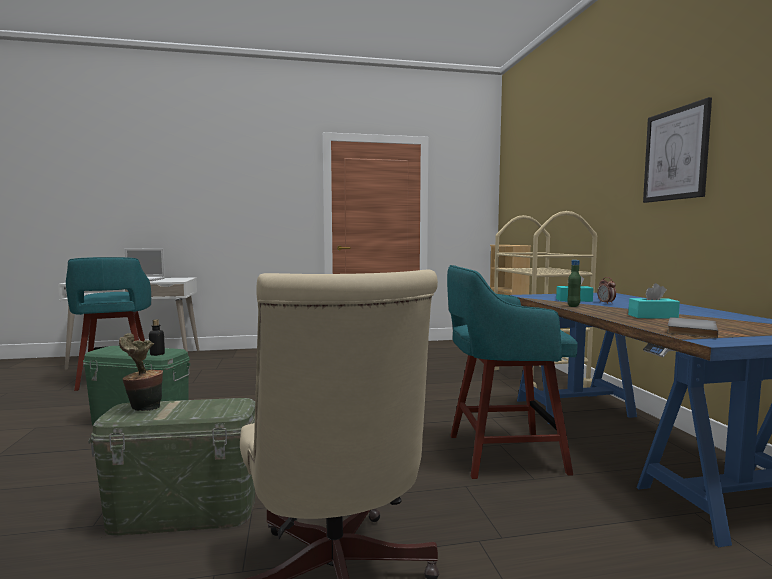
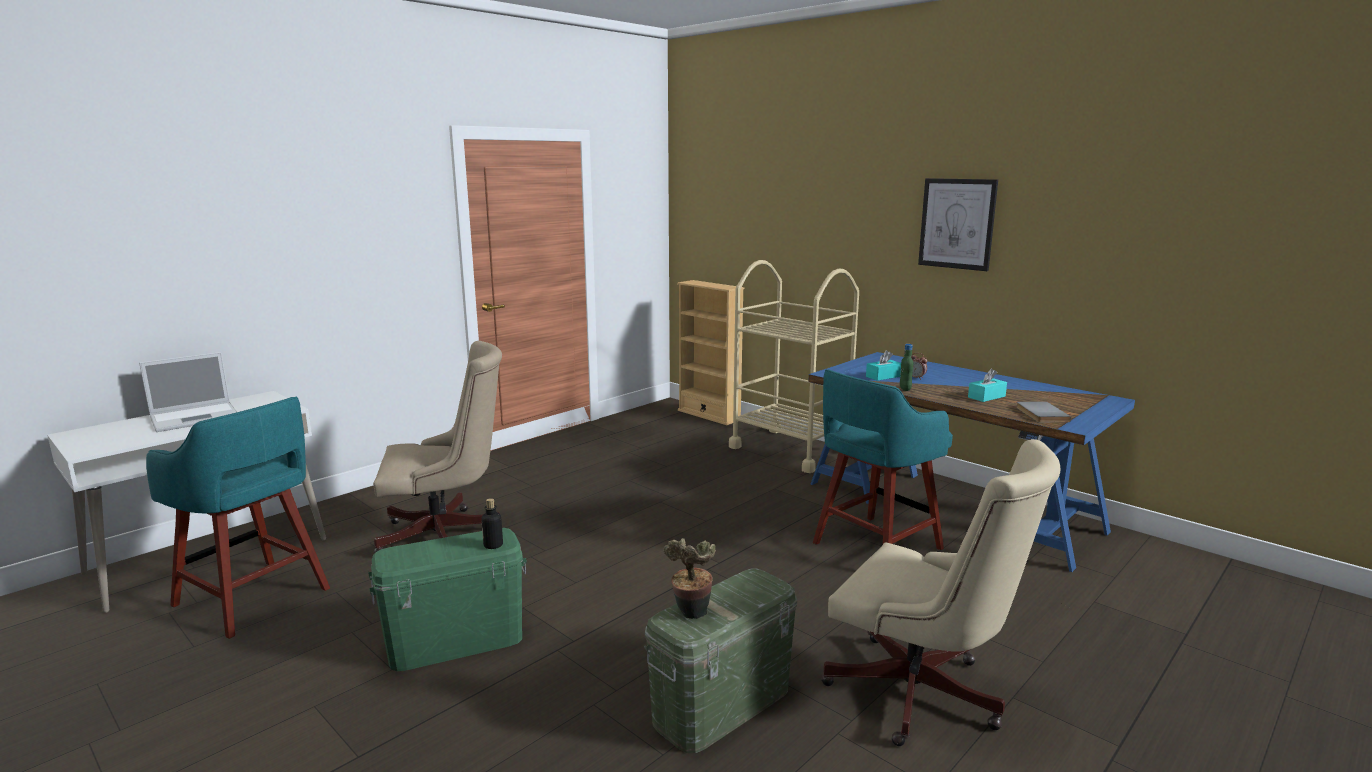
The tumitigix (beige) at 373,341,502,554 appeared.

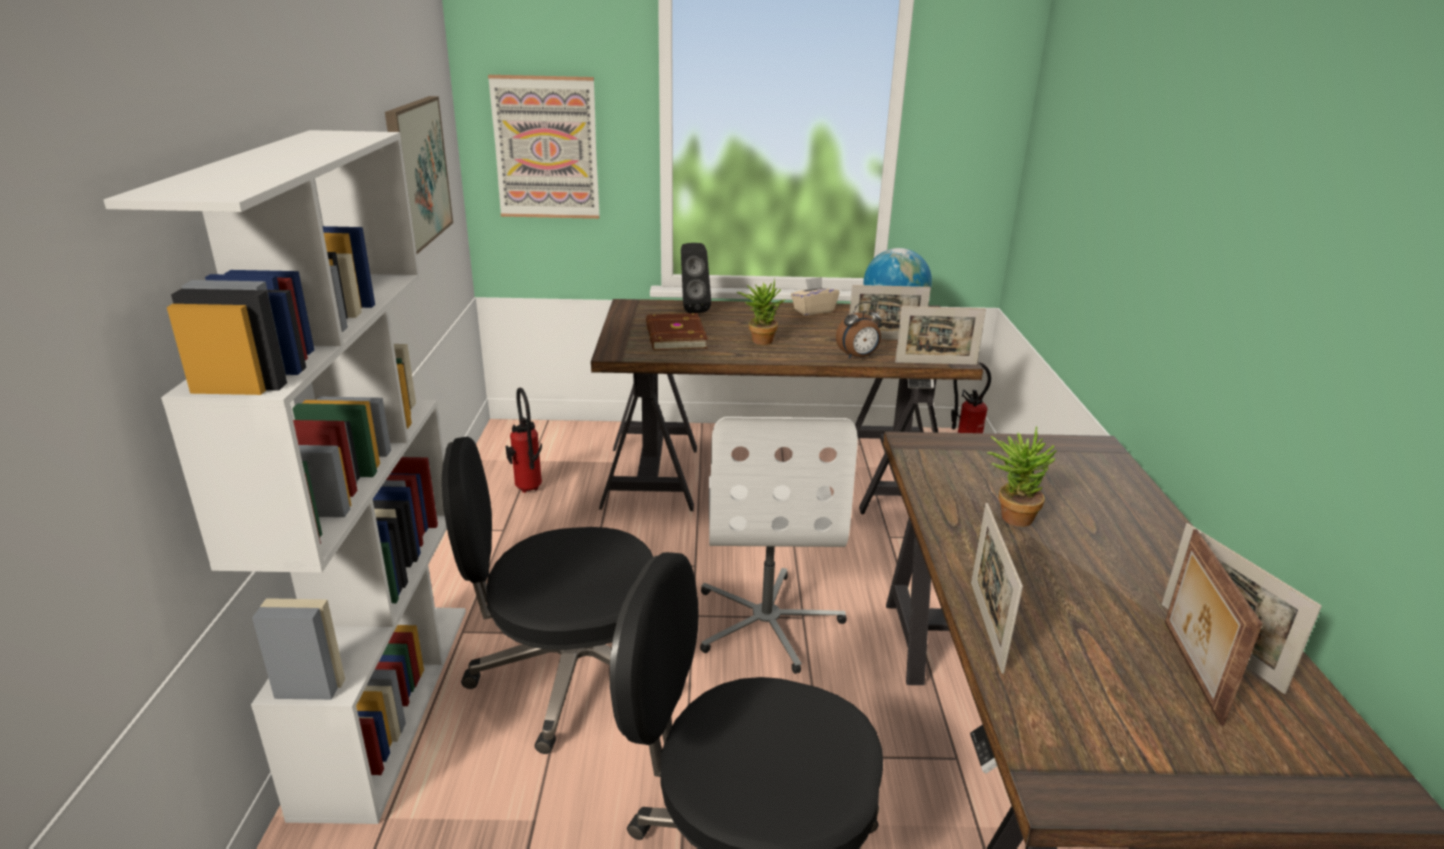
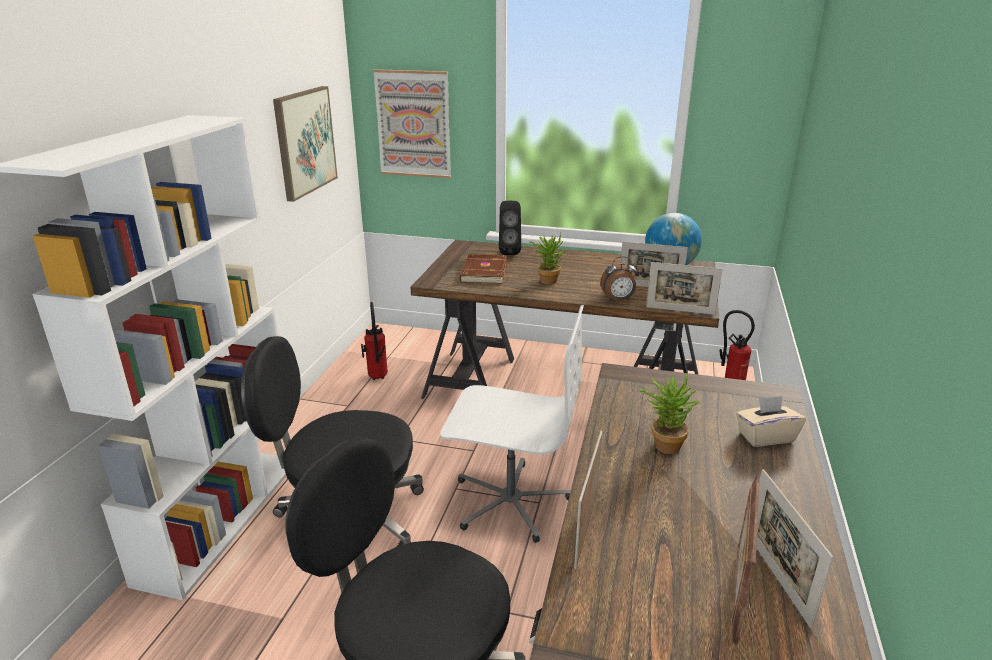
The tumitigix (white) at 700,417,858,674 turned 90 degrees counterclockwise. The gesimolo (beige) moved from 791,277,840,316 to 736,396,806,447.

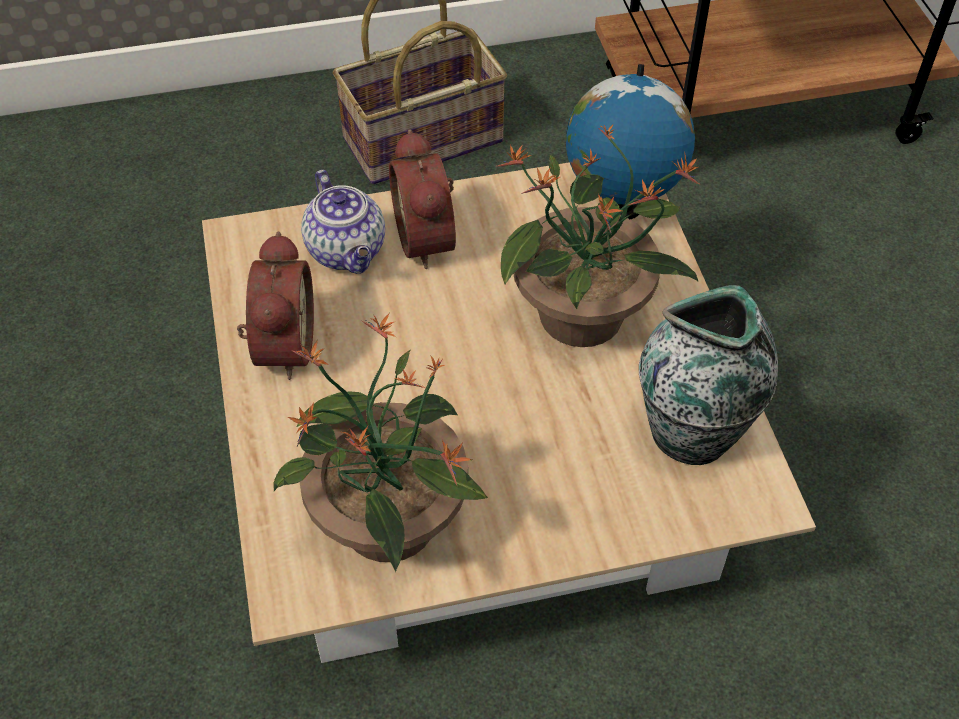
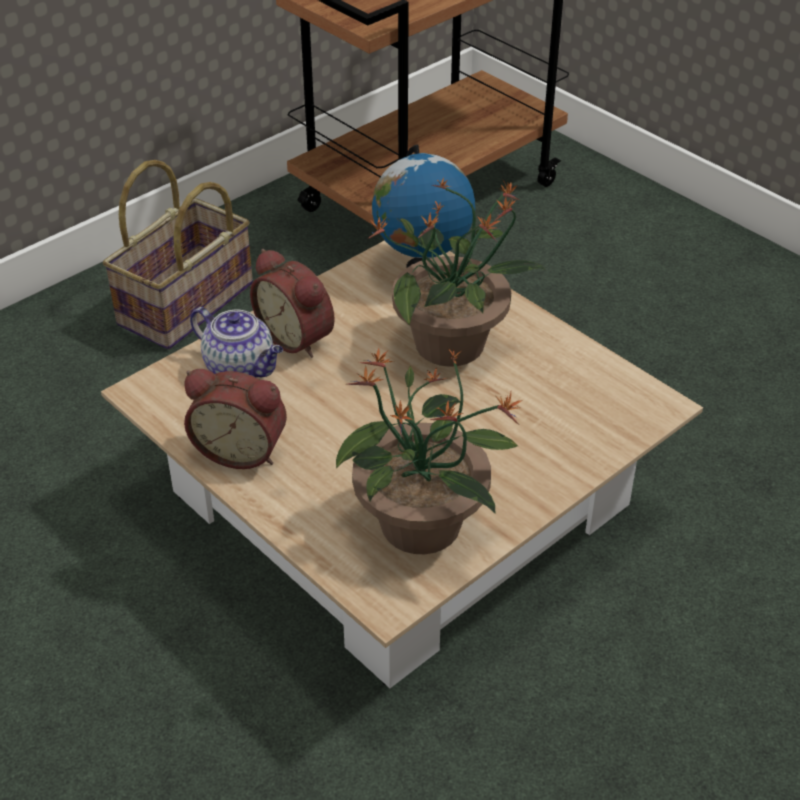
The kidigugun at 237,232,314,380 turned 135 degrees clockwise. The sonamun at 639,285,778,465 disappeared.

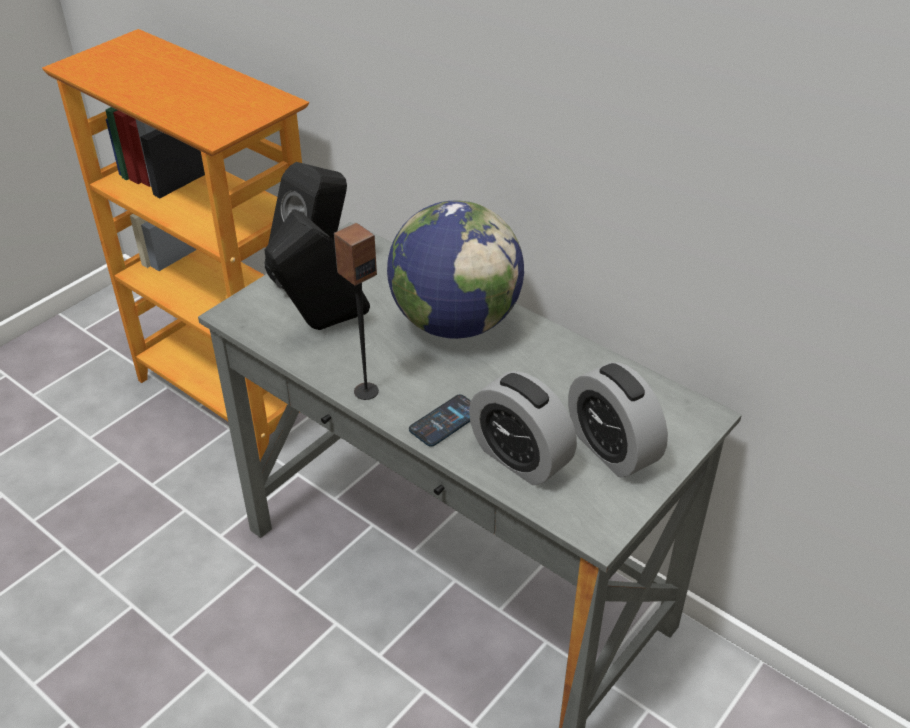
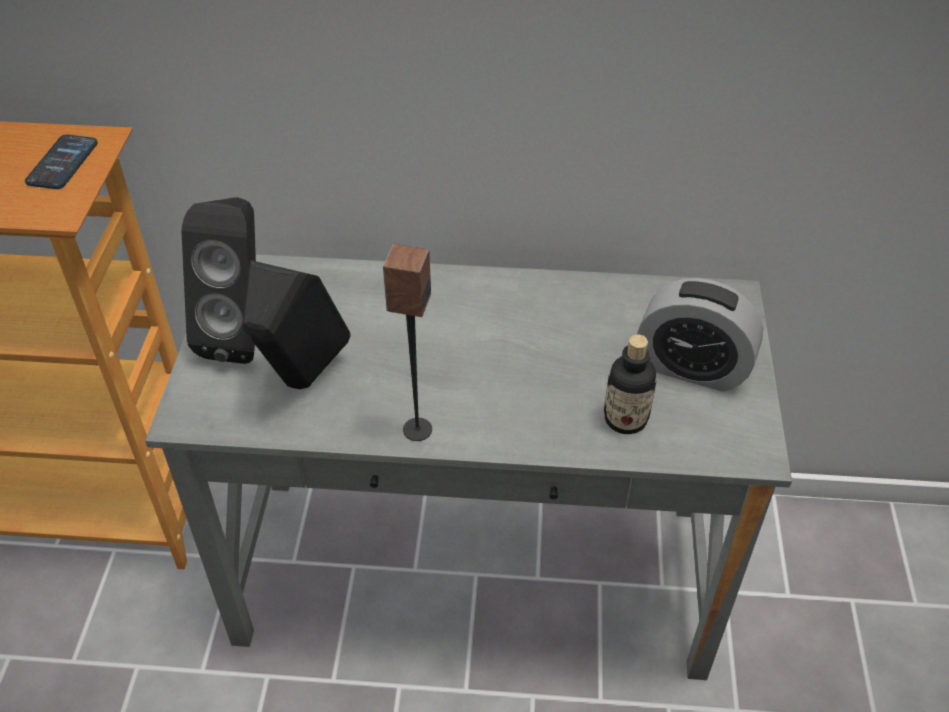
The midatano at 387,200,524,339 disappeared. The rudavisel moved from 409,394,471,447 to 25,135,98,189. The kidigugun at 469,371,577,485 was replaced by the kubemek at 604,334,657,434.

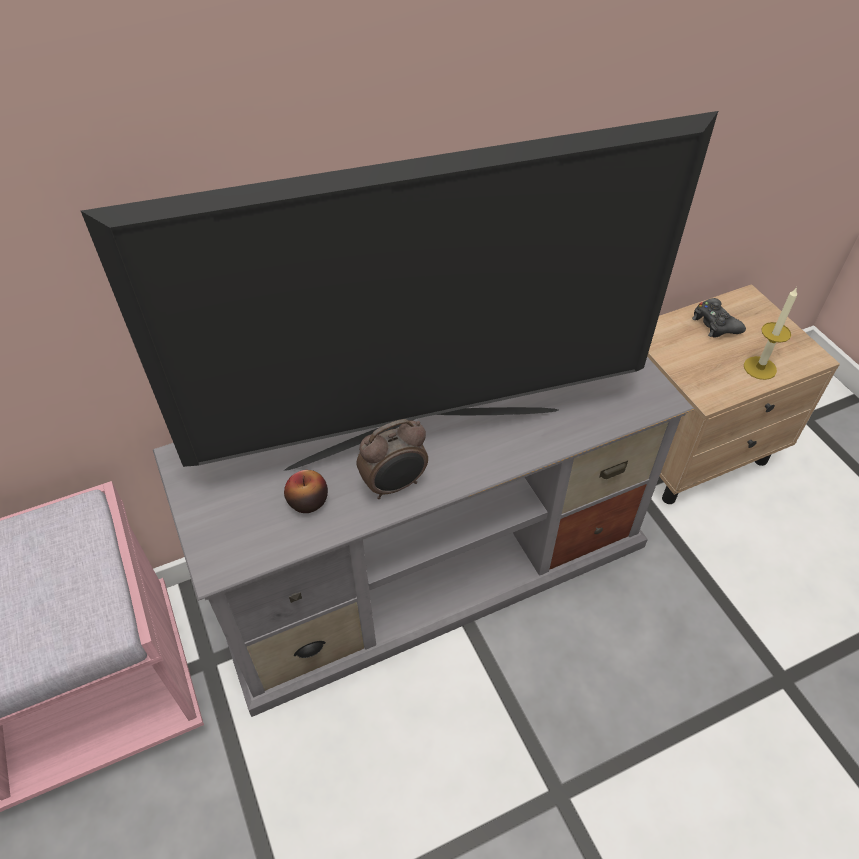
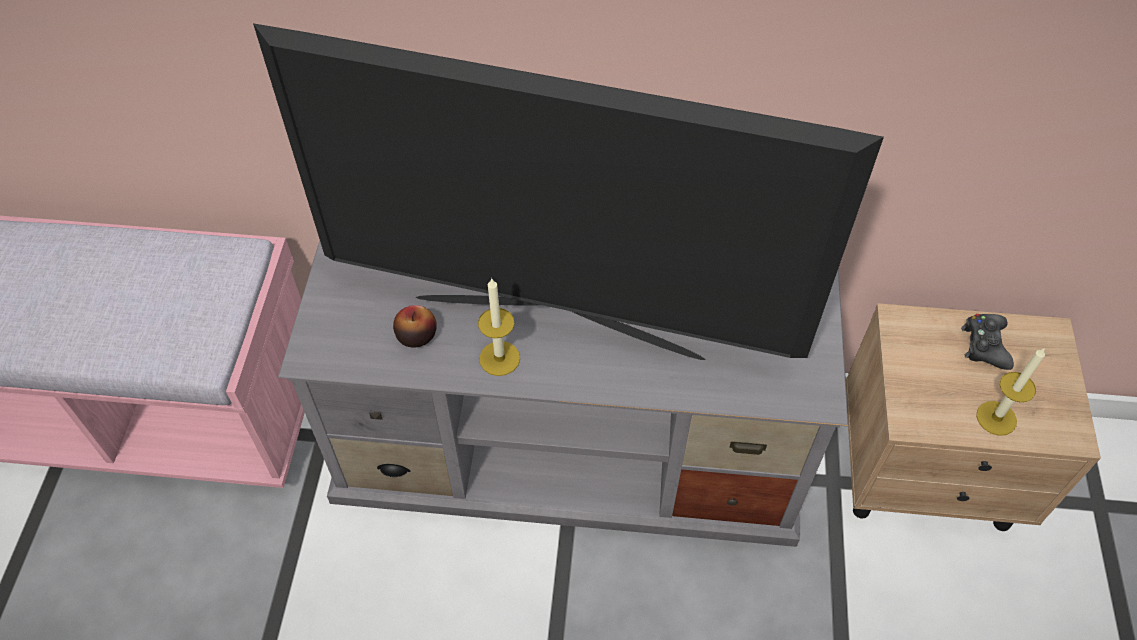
The kidigugun at 357,419,428,499 was replaced by the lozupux at 478,279,520,376.

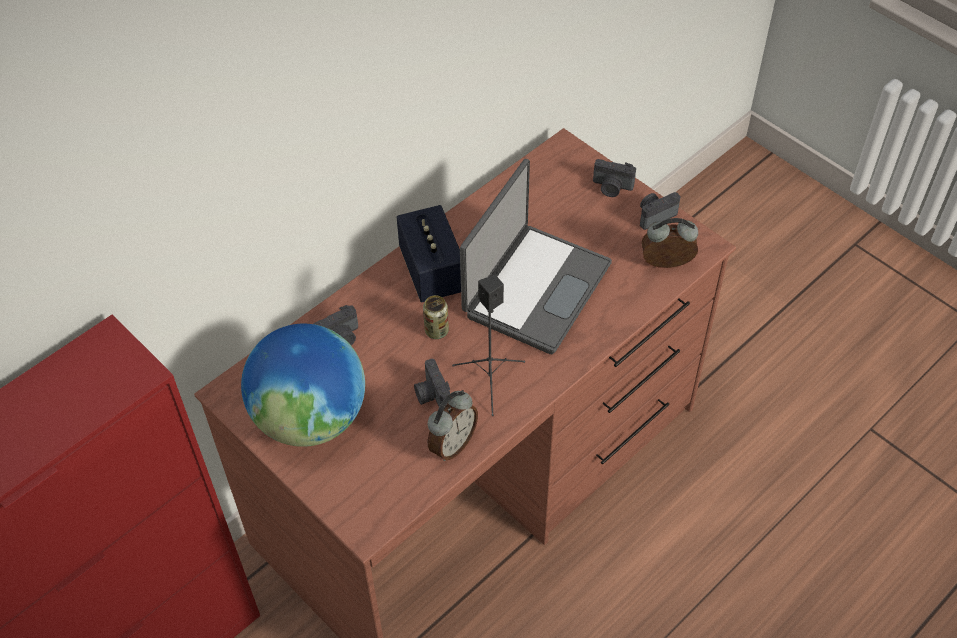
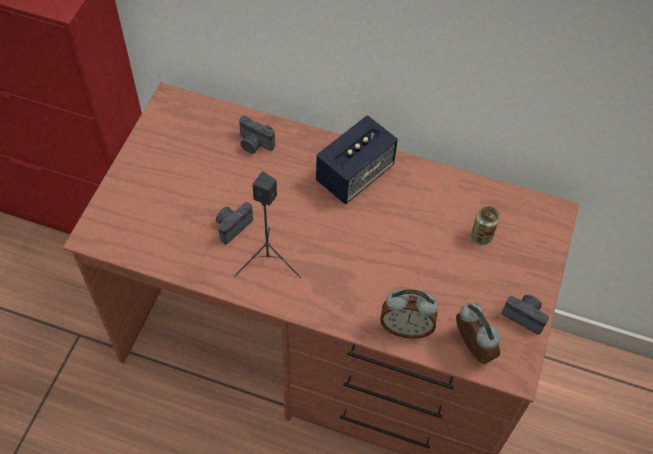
The midatano at 241,324,365,447 disappeared. The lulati moved from 423,295,449,339 to 471,206,499,245. The kidigugun moved from 428,390,478,461 to 380,289,438,339. The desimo at 460,159,612,354 disappeared. The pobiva at 593,159,636,197 disappeared.

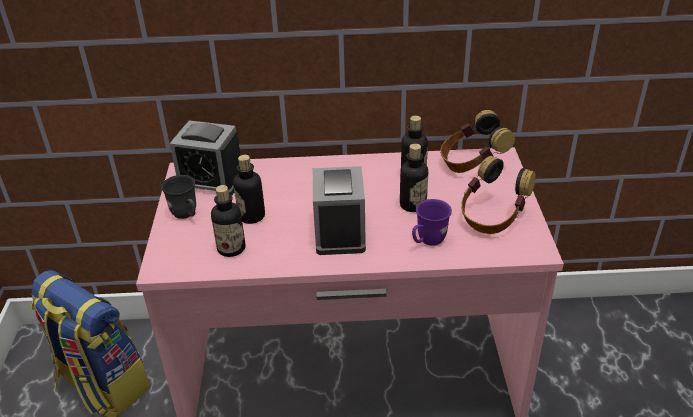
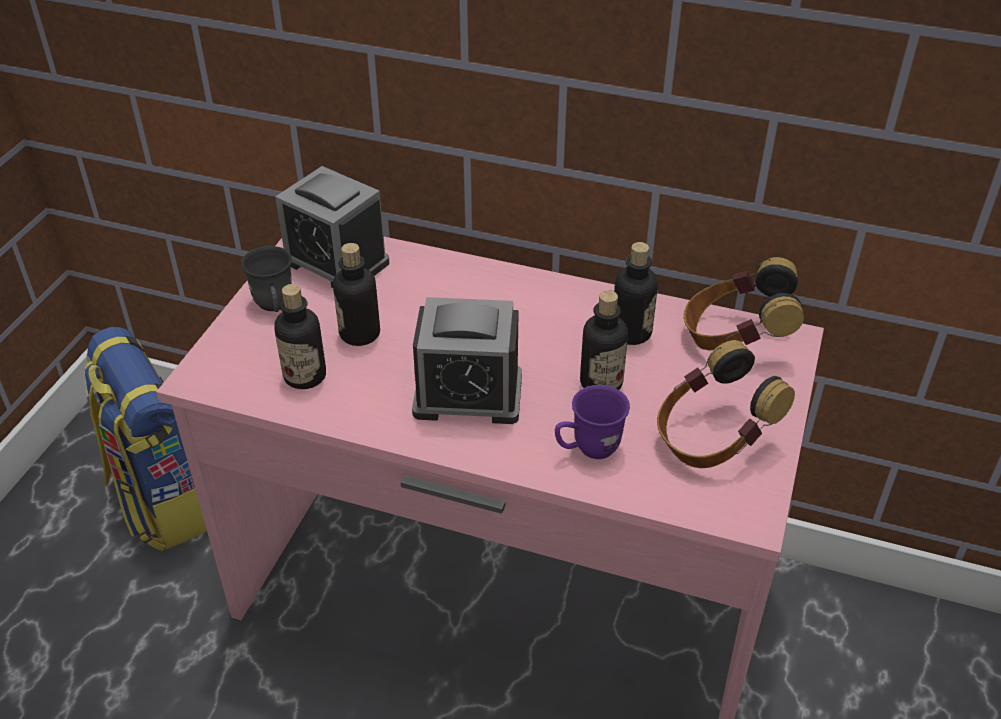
The kidigugun at 313,166,366,255 turned 105 degrees counterclockwise.

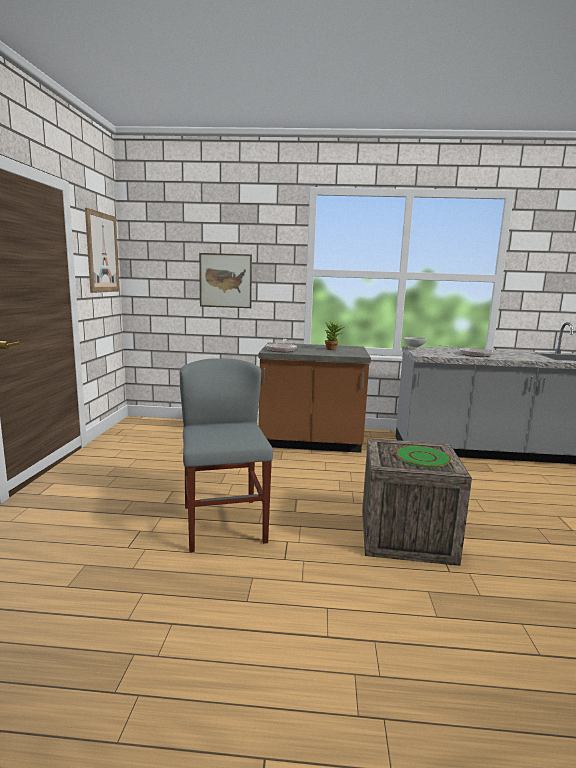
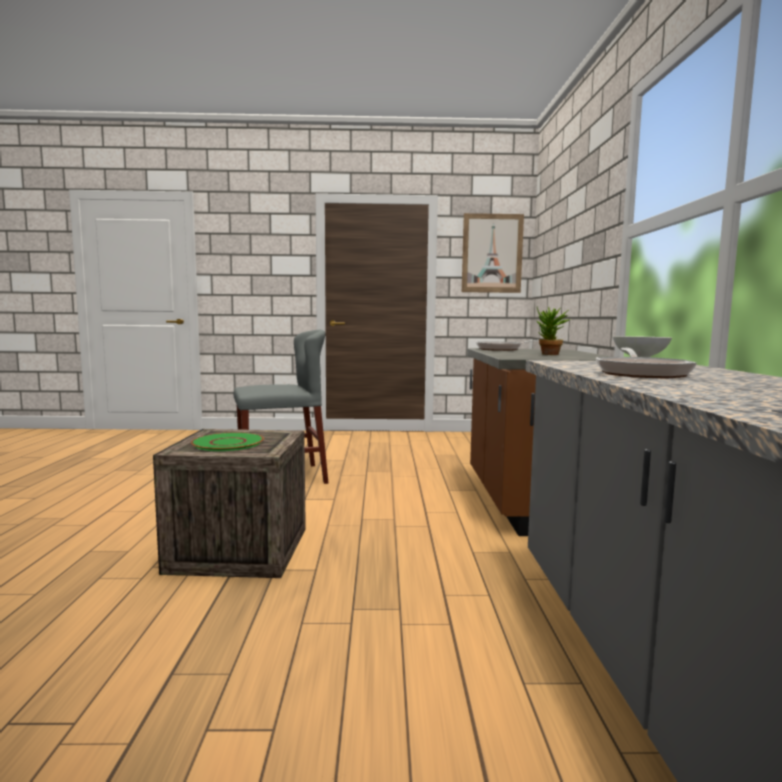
The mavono at 199,253,252,308 disappeared.

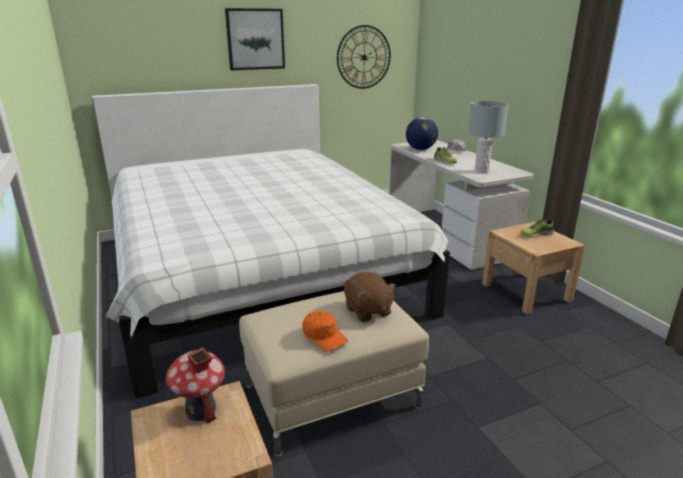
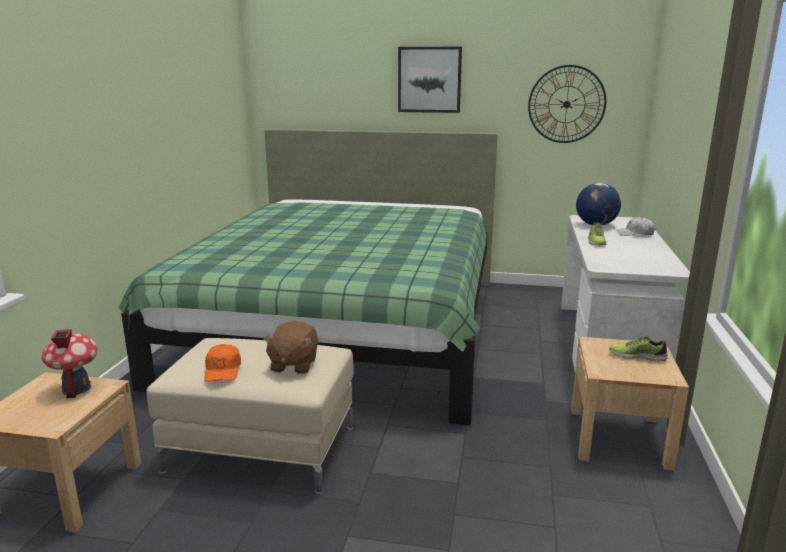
The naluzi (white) at 92,84,450,398 became the naluzi (green) at 119,129,498,425. The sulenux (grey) at 468,101,509,173 disappeared.

